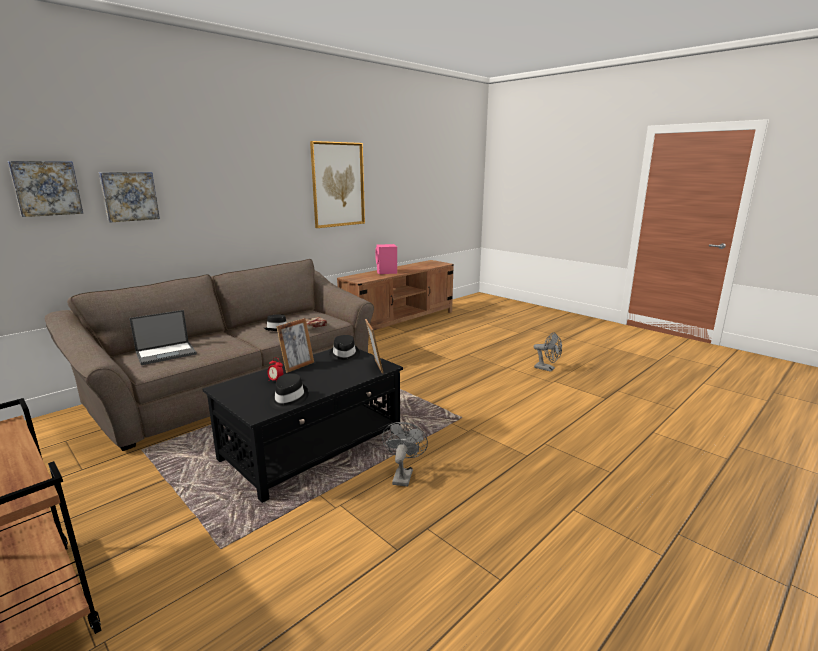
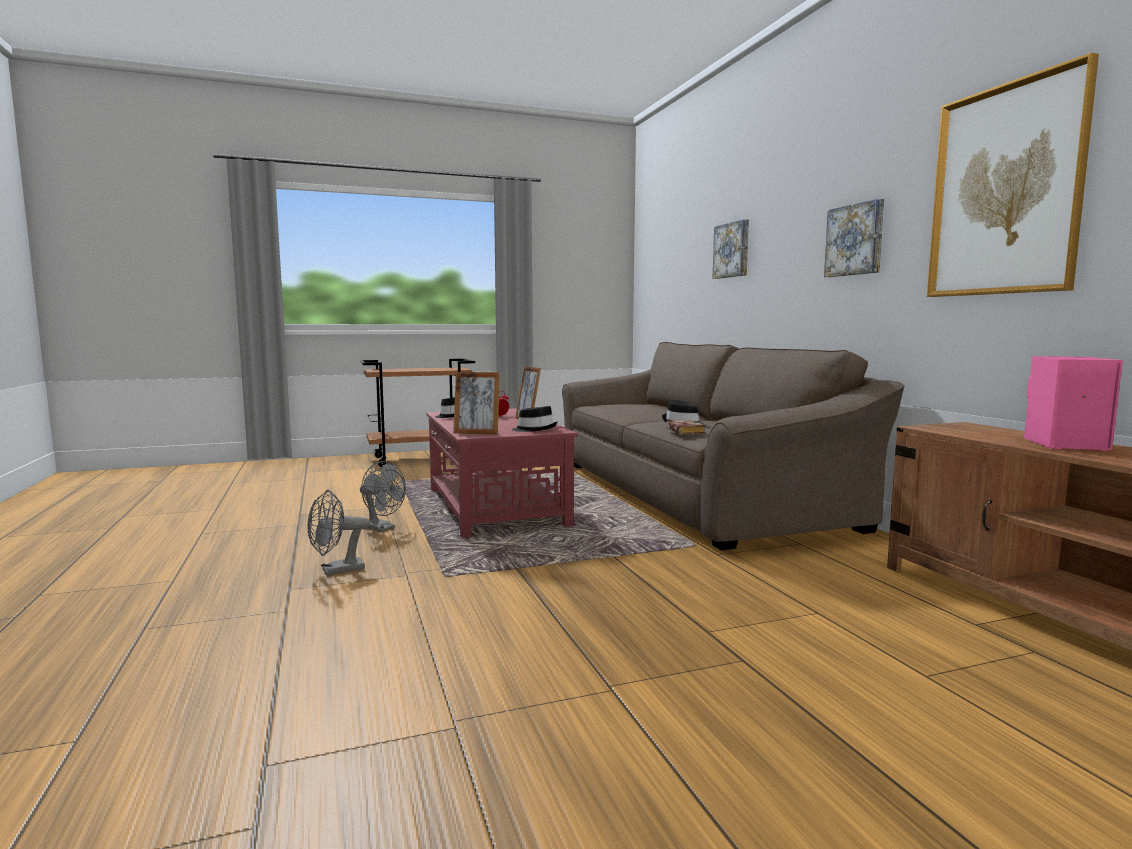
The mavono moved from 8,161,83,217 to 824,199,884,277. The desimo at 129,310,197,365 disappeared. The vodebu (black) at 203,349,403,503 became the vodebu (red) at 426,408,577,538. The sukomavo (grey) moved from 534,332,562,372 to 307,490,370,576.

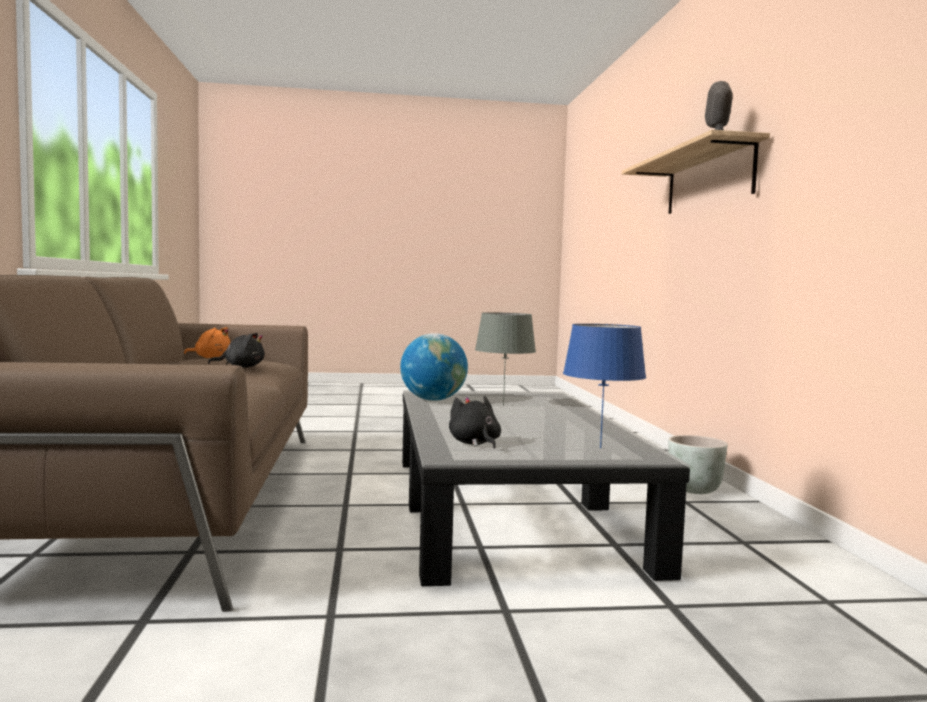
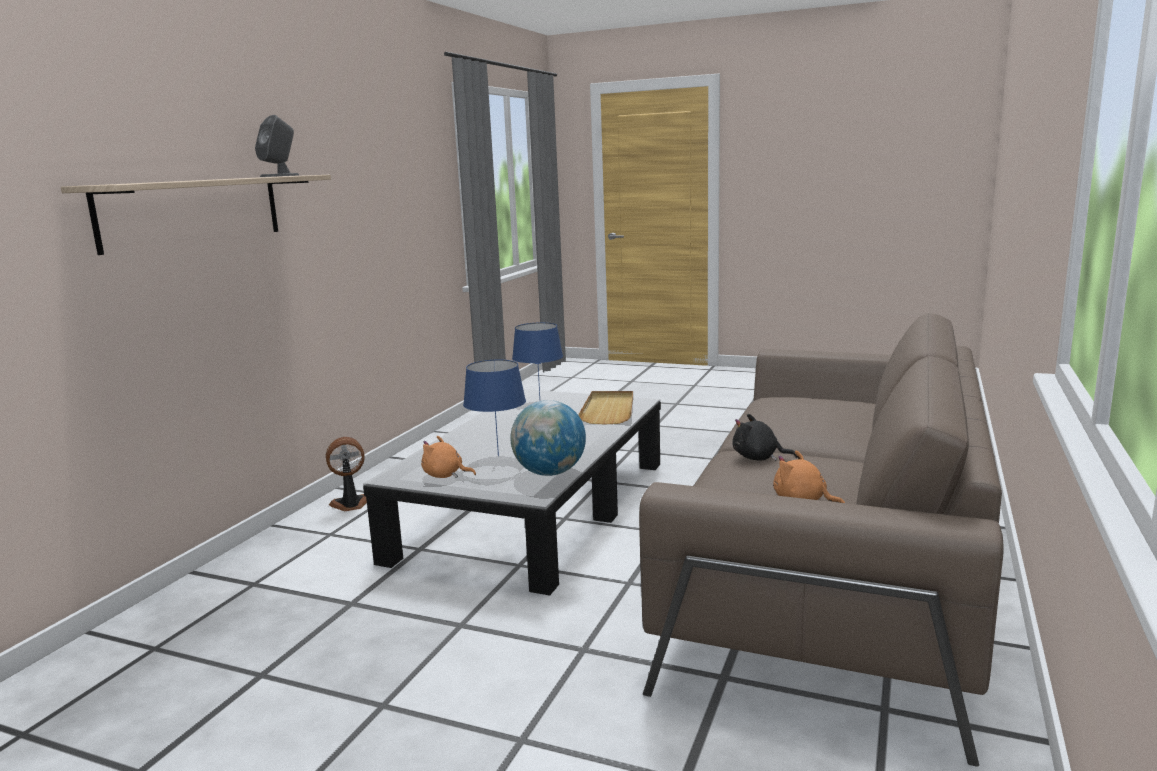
The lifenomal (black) at 449,396,501,449 was replaced by the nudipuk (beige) at 578,391,633,425. The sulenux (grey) at 475,312,536,406 became the sulenux (blue) at 463,360,526,456. The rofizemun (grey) at 668,435,728,494 was replaced by the sukomavo at 326,437,367,511. The lifenomal (orange) at 421,436,476,478 appeared.

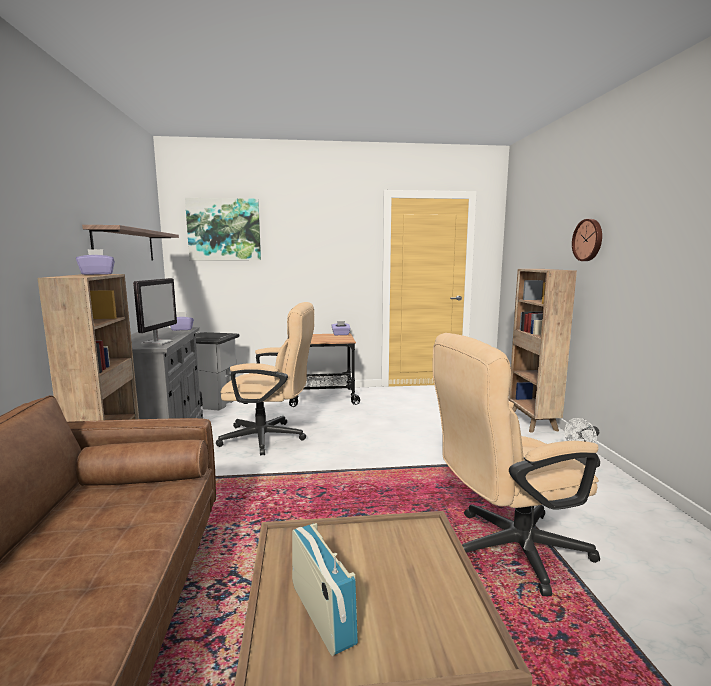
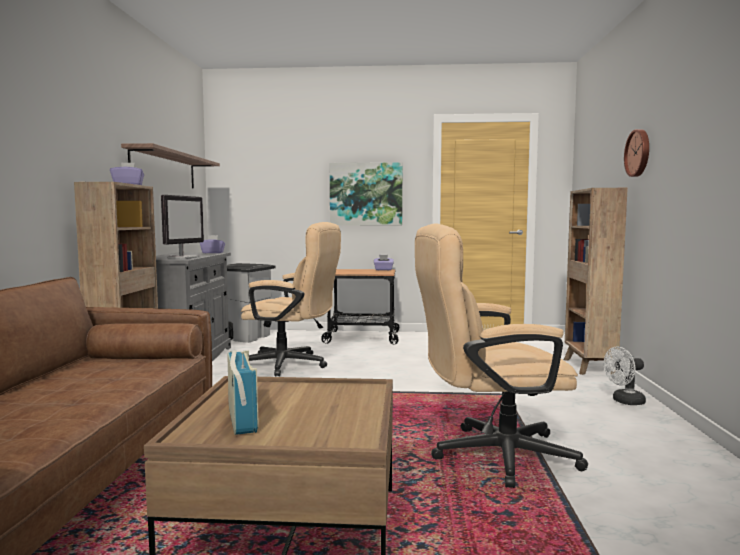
The mavono moved from 185,198,261,260 to 330,162,403,226.

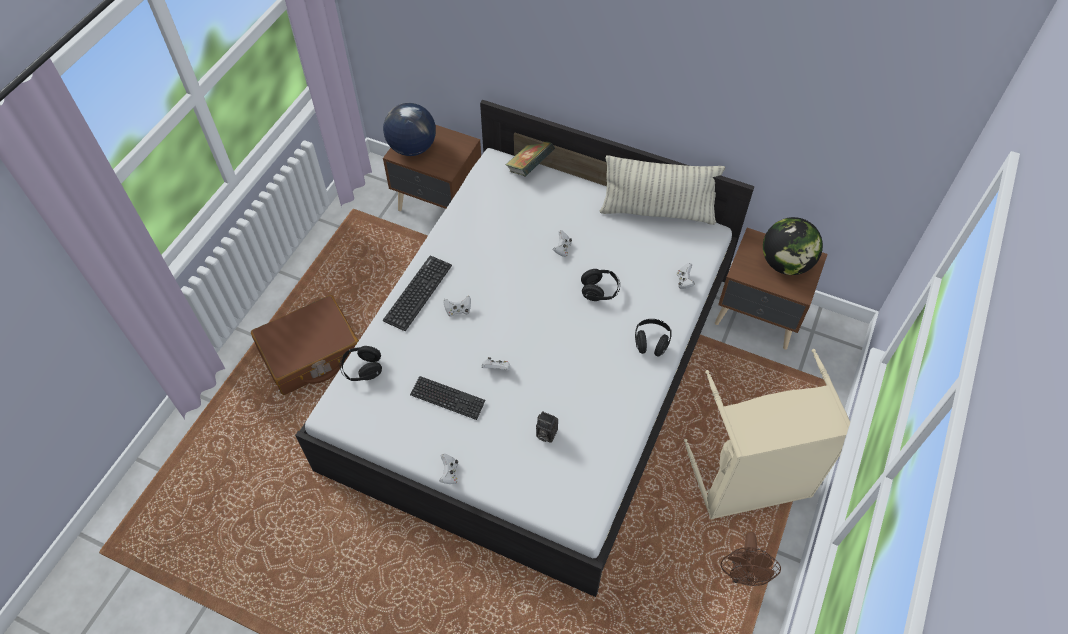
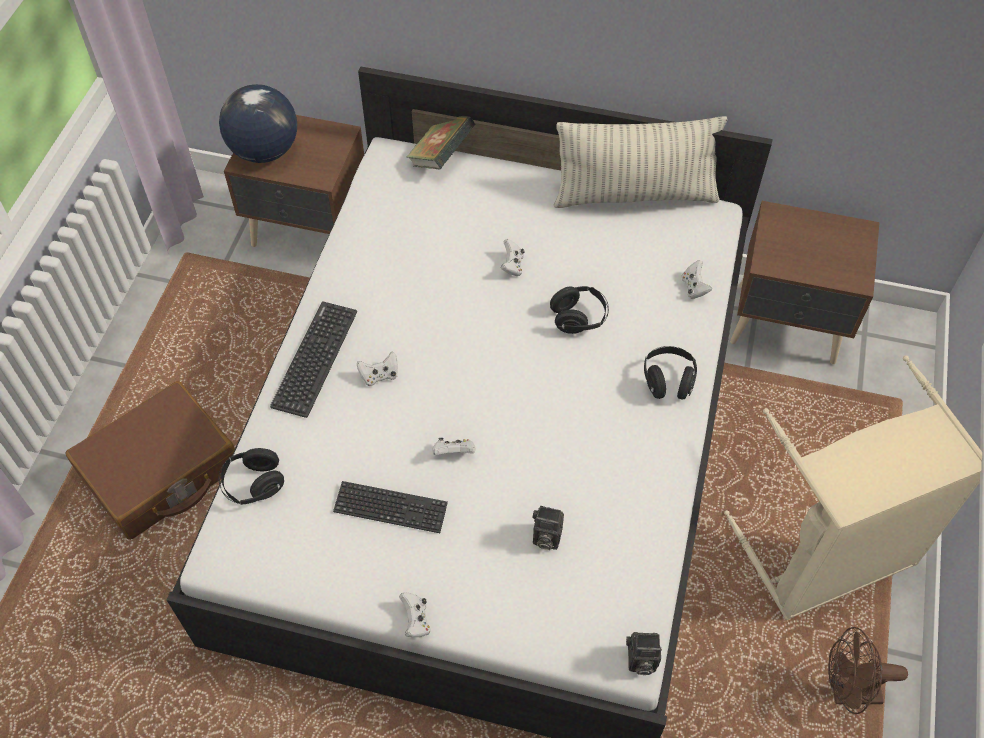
The sukomavo (brown) at 721,532,781,586 turned 90 degrees clockwise. The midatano at 763,217,823,275 disappeared. The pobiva at 626,632,662,675 appeared.

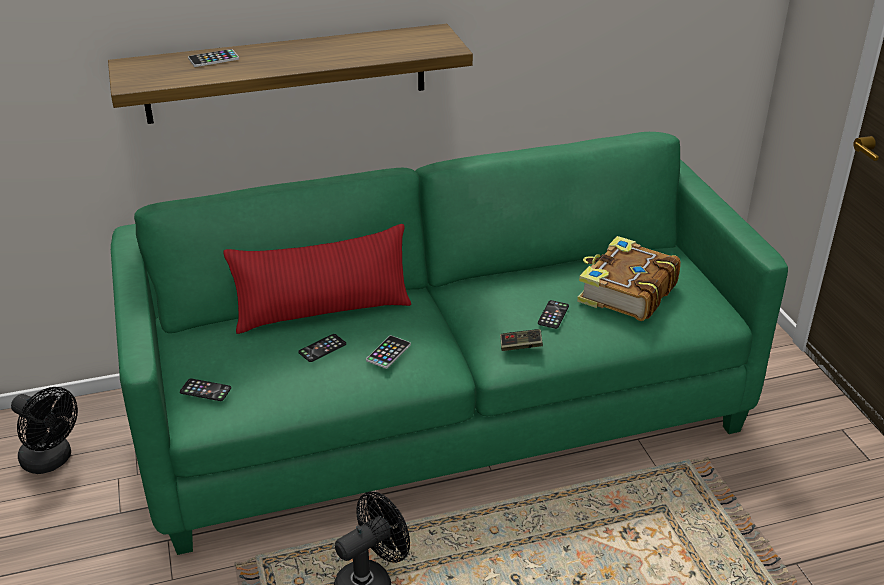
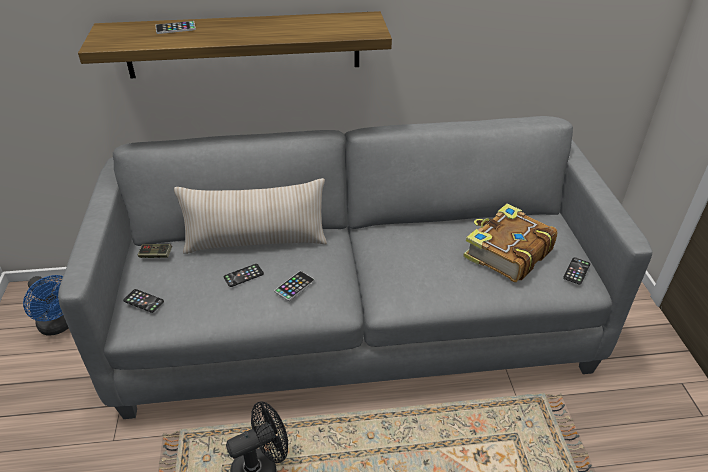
The sukomavo (black) at 11,387,78,474 became the sukomavo (blue) at 23,275,69,336. The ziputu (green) at 111,132,788,555 became the ziputu (grey) at 58,116,652,419. The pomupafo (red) at 224,224,411,334 became the pomupafo (beige) at 174,178,327,254. The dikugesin moved from 500,329,543,351 to 137,244,172,258. The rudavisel moved from 538,300,569,329 to 563,257,590,285.

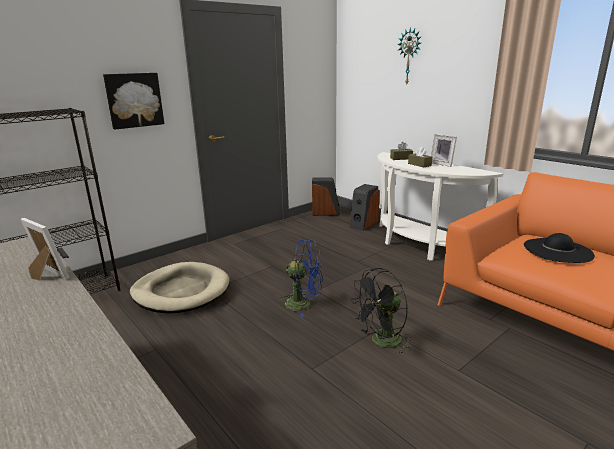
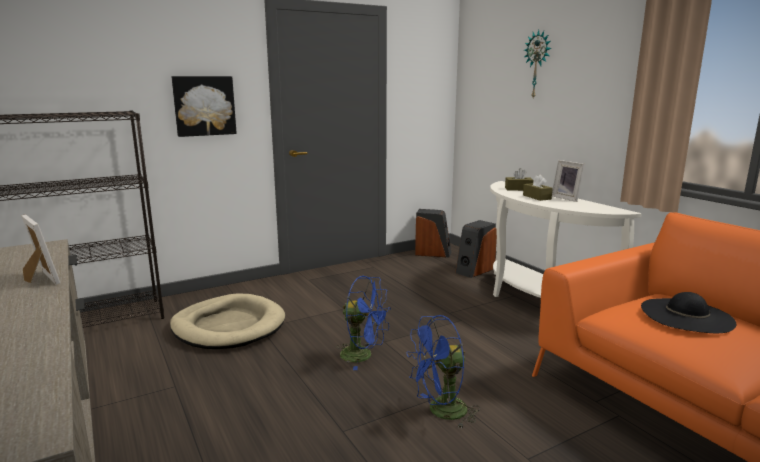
The sukomavo (black) at 351,268,411,353 became the sukomavo (blue) at 406,315,480,429.

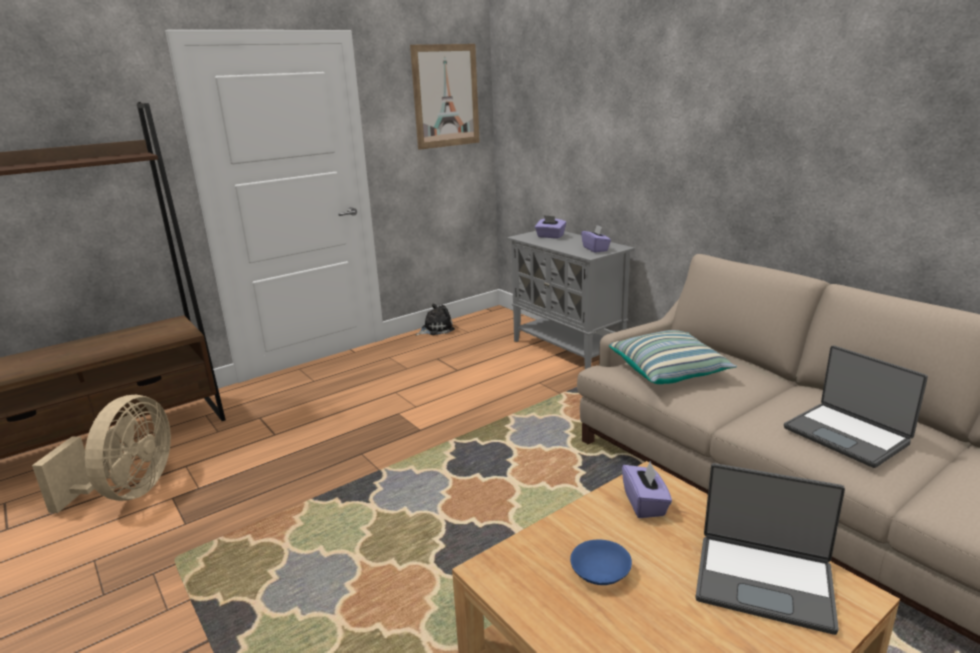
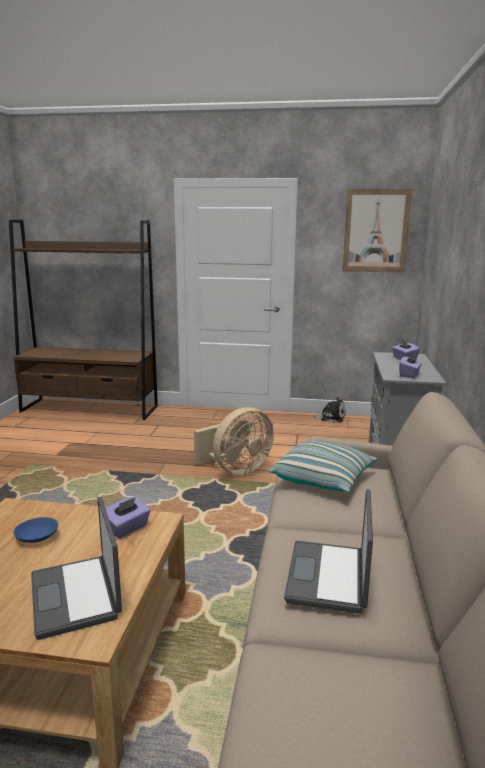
The sukomavo (beige) moved from 32,395,171,513 to 194,407,274,475.

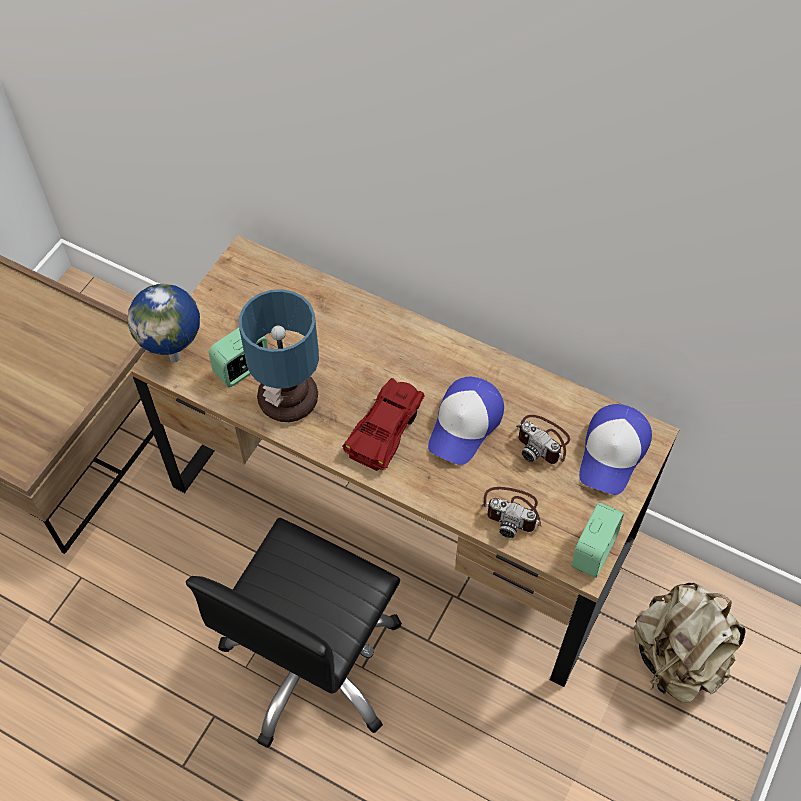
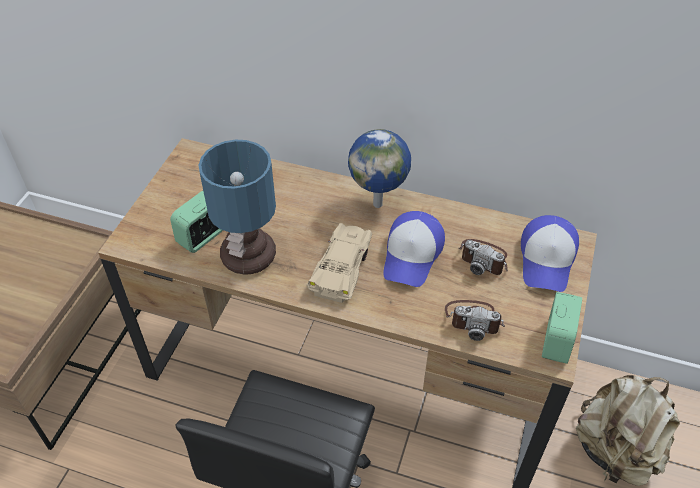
The midatano moved from 128,284,200,362 to 348,129,411,208. The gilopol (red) at 342,378,425,471 became the gilopol (beige) at 307,223,372,303.

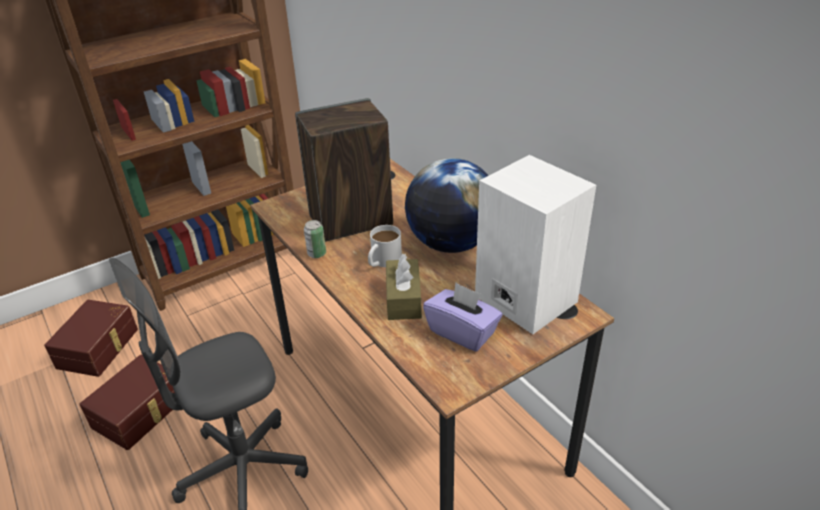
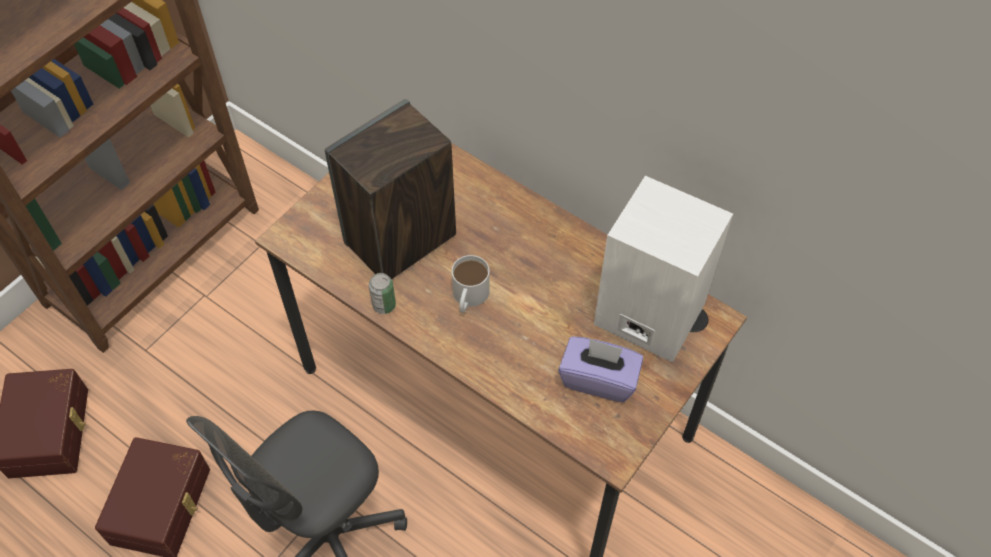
The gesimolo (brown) at 386,254,422,320 disappeared. The midatano at 405,158,489,253 disappeared.

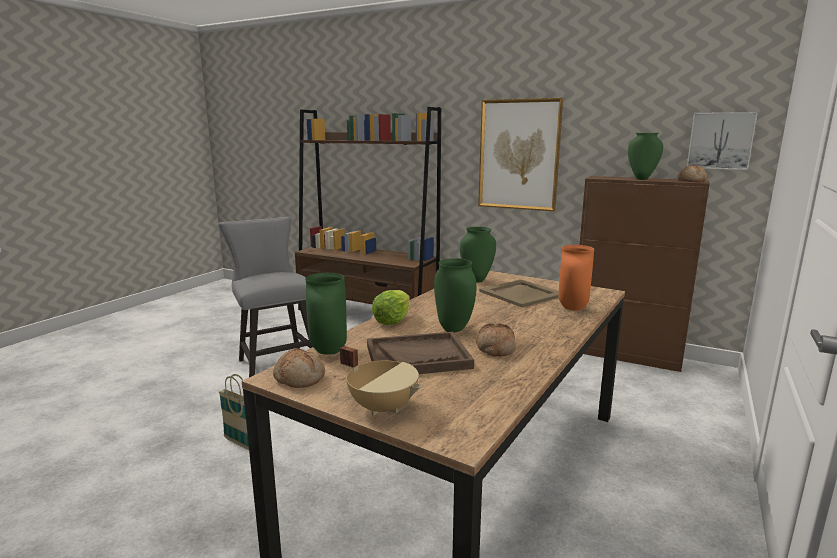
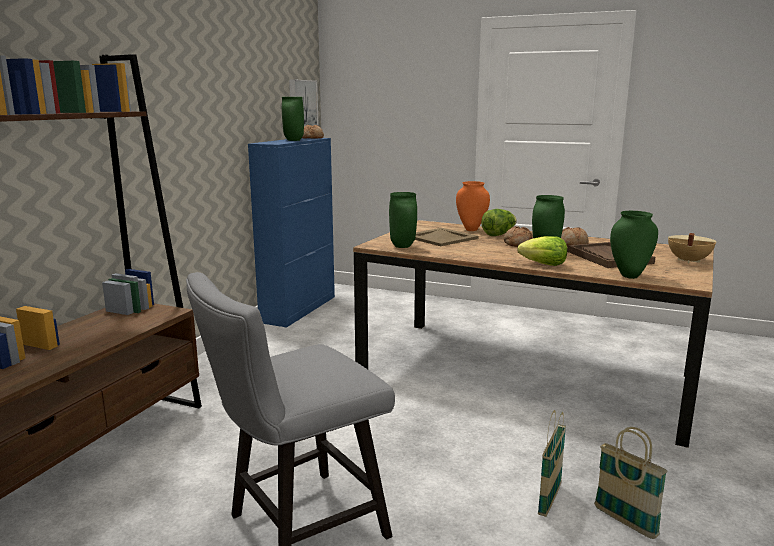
The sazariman moved from 273,348,325,388 to 504,226,533,247. The mavono at 478,98,563,211 disappeared. The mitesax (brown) at 580,176,710,372 became the mitesax (blue) at 248,138,335,327. The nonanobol at 481,209,517,236 appeared. The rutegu at 594,427,668,539 appeared.

